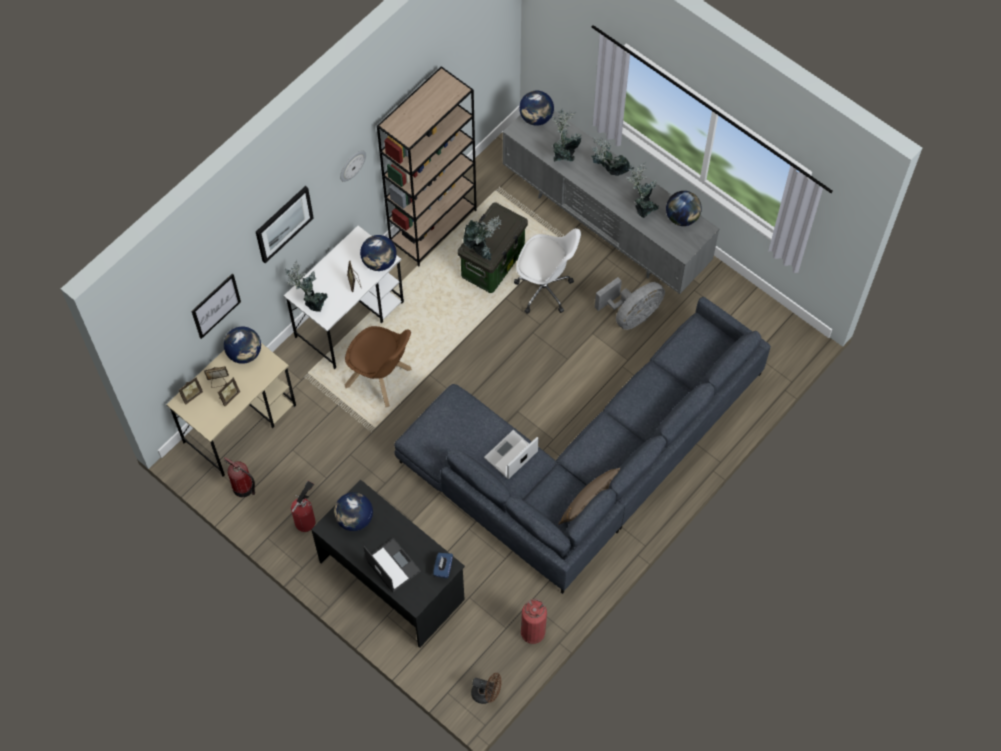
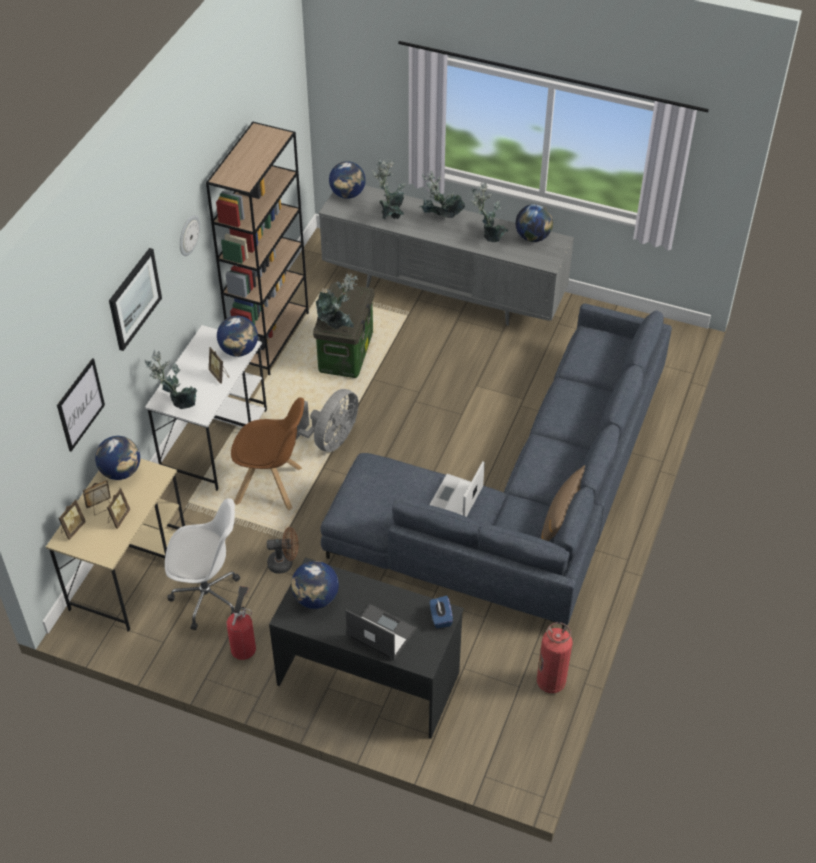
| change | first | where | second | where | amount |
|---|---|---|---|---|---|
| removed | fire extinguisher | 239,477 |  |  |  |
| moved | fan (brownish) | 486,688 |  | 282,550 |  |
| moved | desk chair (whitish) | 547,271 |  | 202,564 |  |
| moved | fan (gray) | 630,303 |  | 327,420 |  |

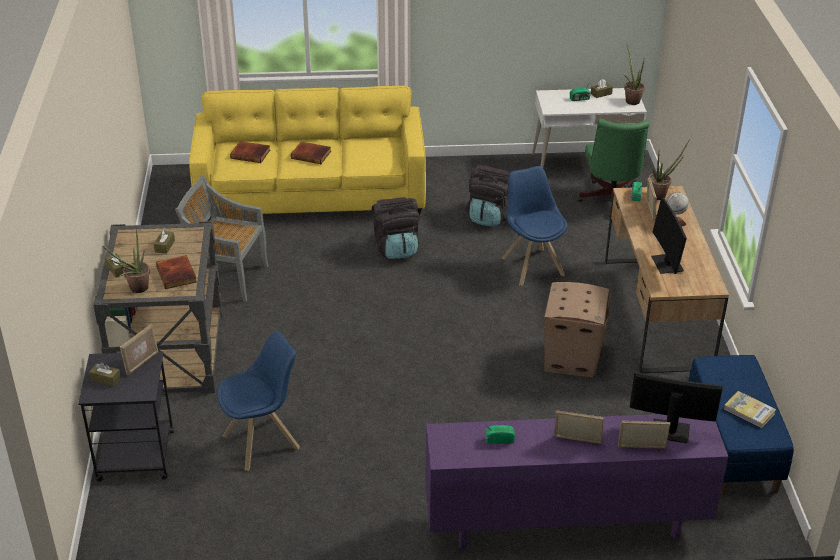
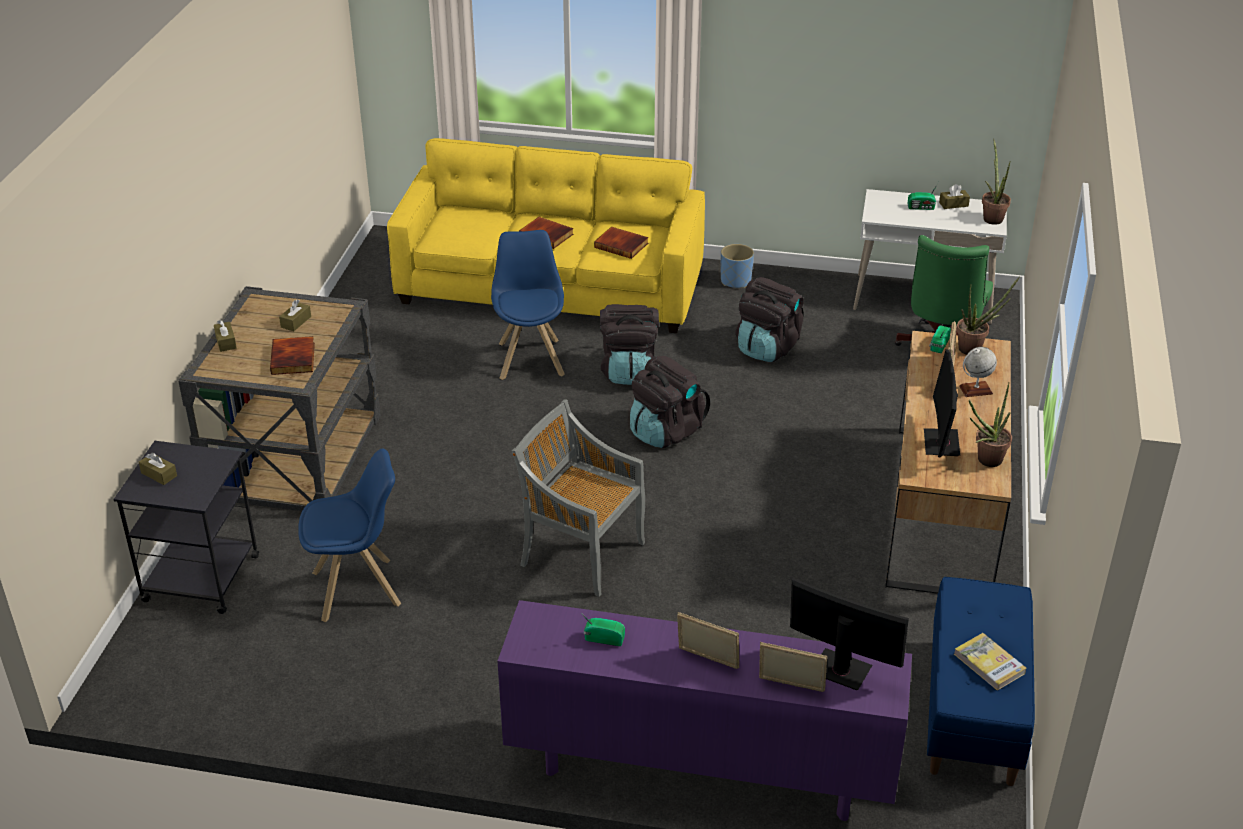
| change | first | where | second | where | amount |
|---|---|---|---|---|---|
| removed | photo frame | 139,350 |  |  |  |
| removed | cardboard box | 577,330 |  |  |  |
| added |  |  | backpack (black) | 670,402 |  |
| added |  |  | flower pot (blue-coloured) | 737,266 |  |
| moved | potted plant | 126,261 |  | 990,424 |  |
| moved | chair (gray) | 221,238 |  | 578,498 |  |
| moved | bound book | 250,152 |  | 621,243 |  |
| moved | chair (blue-coloured) | 534,226 |  | 528,305 |  |

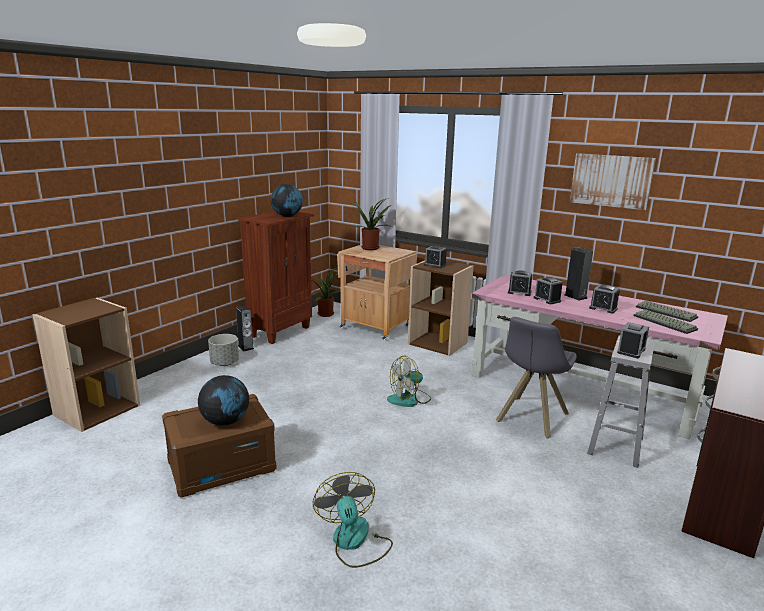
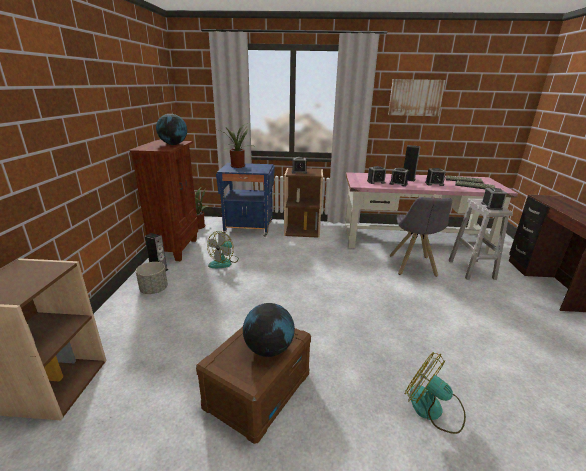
| change | first | where | second | where | amount |
|---|---|---|---|---|---|
| moved | fan | 409,381 |  | 223,249 |  |
| recoloured | trolley (brownish) | 377,292 | trolley (blue-coloured) | 245,200 |  |

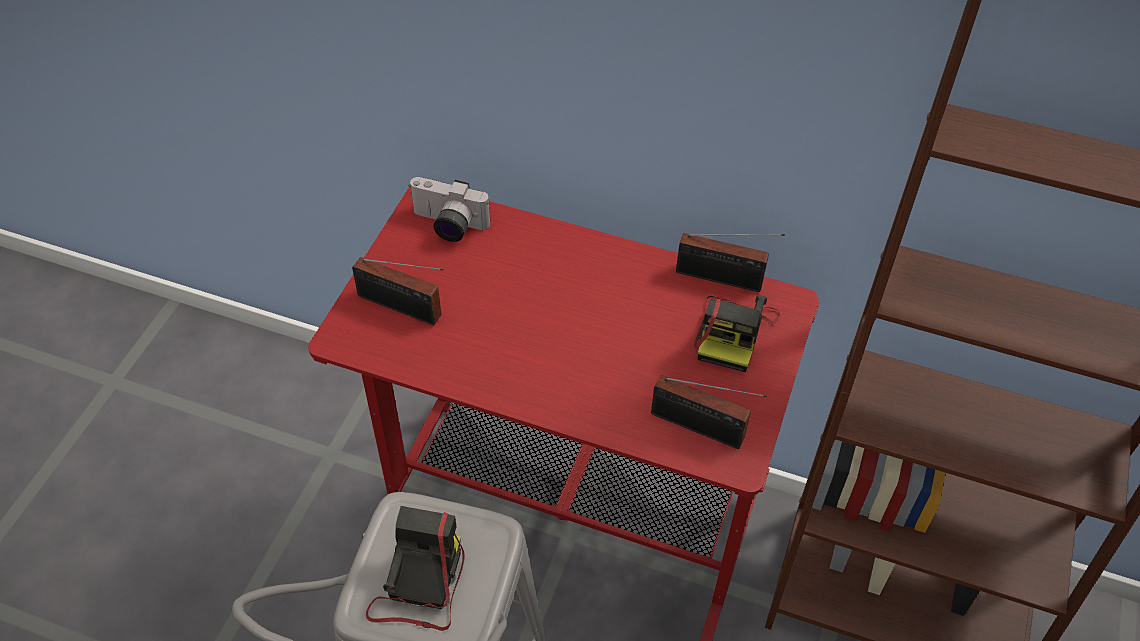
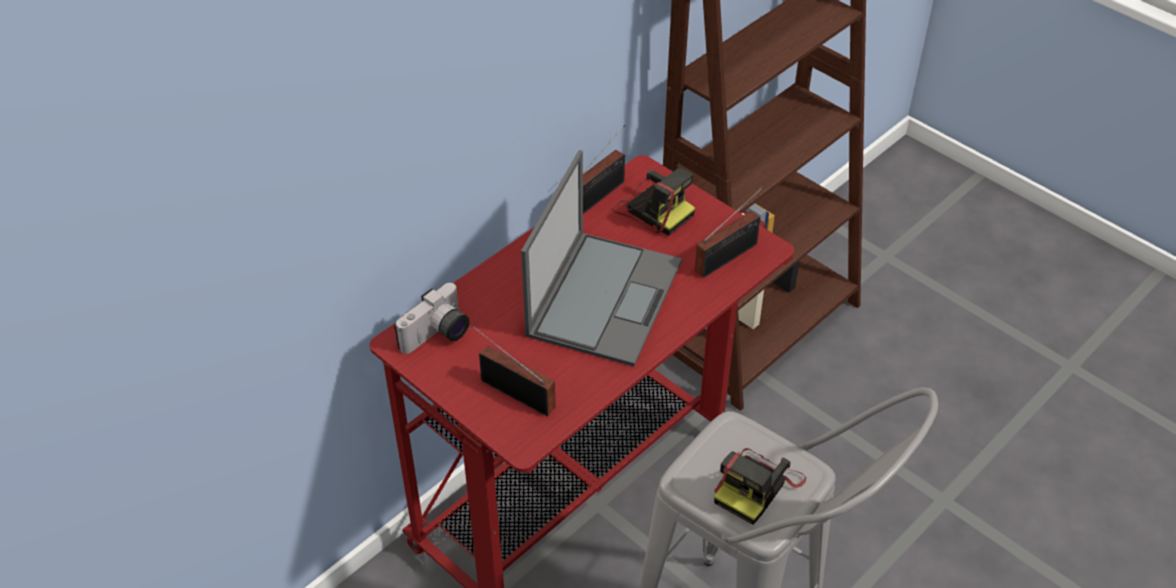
| change | first | where | second | where | amount |
|---|---|---|---|---|---|
| added |  |  | portable computer | 601,258 |  |
| turned | radio receiver | 398,291 |  | 513,370 | 105 degrees counterclockwise |
| turned | photo camera | 415,568 |  | 760,486 | 90 degrees counterclockwise |

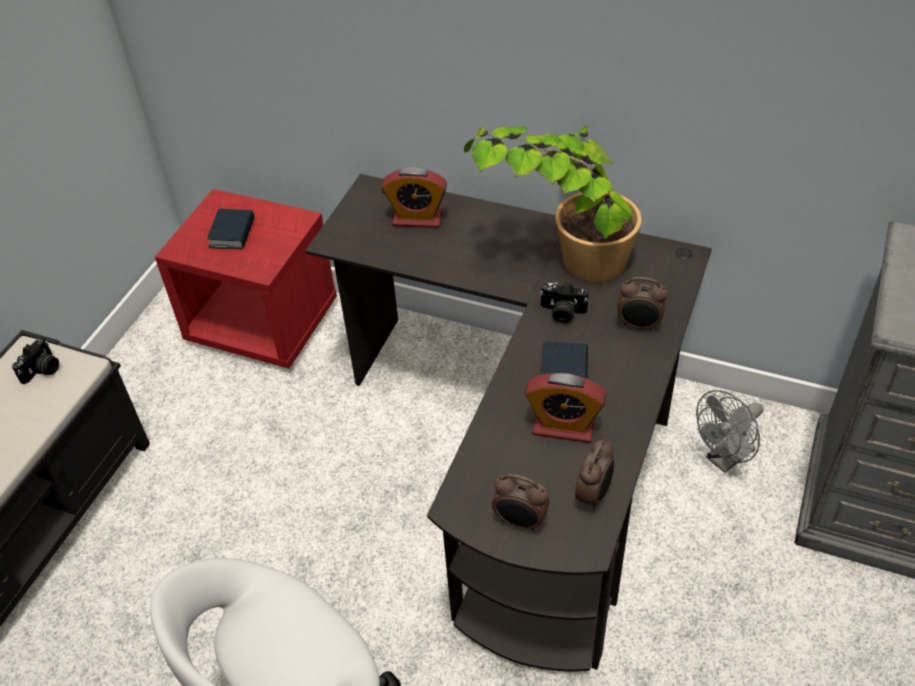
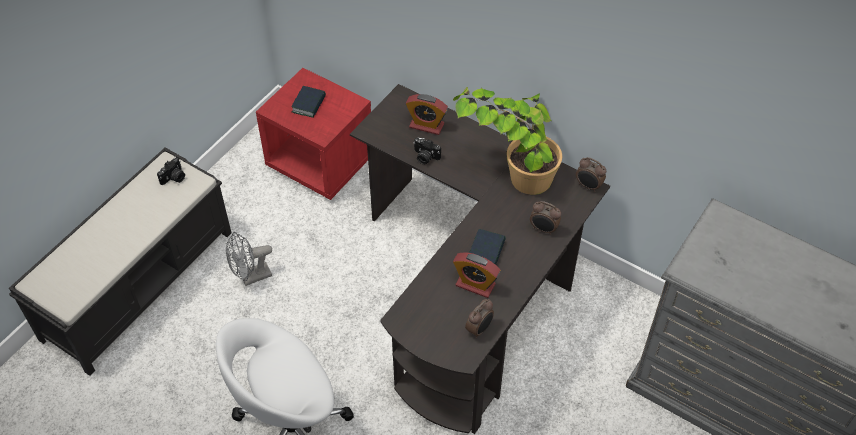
| change | first | where | second | where | amount |
|---|---|---|---|---|---|
| moved | alarm clock | 520,503 |  | 591,174 |  |
| moved | photo camera | 564,303 |  | 427,151 |  |
| moved | fan (gray) | 729,431 |  | 249,259 |  |

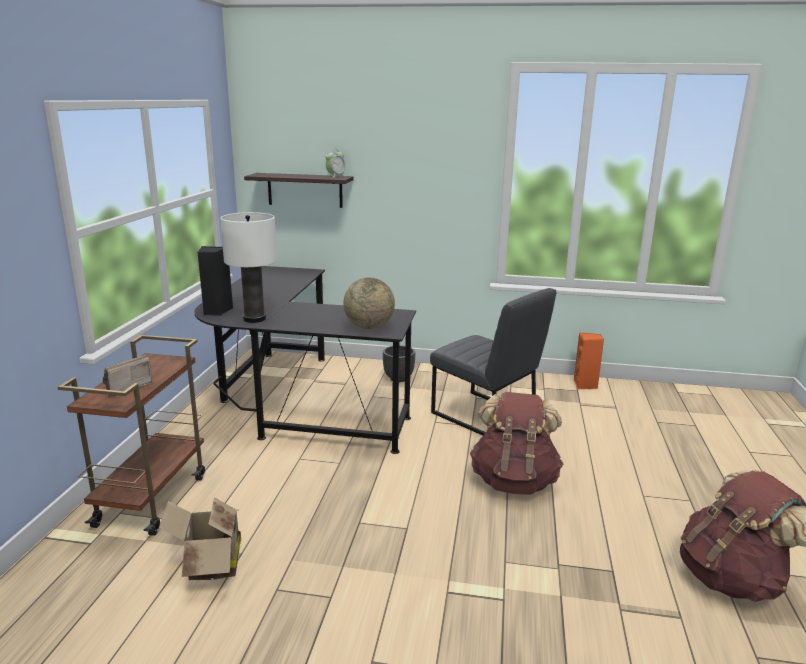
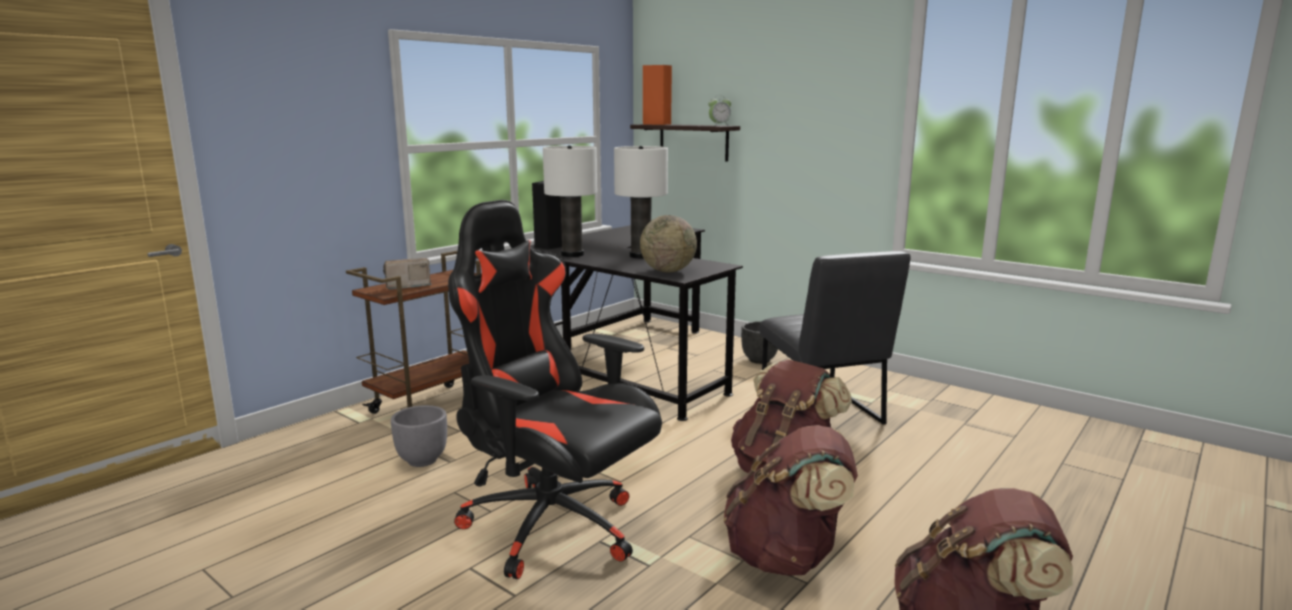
| change | first | where | second | where | amount |
|---|---|---|---|---|---|
| added |  |  | desk chair (black) | 555,389 |  |
| added |  |  | table lamp (whitish) | 641,202 |  |
| added |  |  | backpack (brownish) | 791,500 |  |
| moved | audio speaker (orange-coloured) | 589,361 |  | 657,95 |  |
| replaced | cardboard box | 200,538 | flower pot (gray) | 419,436 |  |

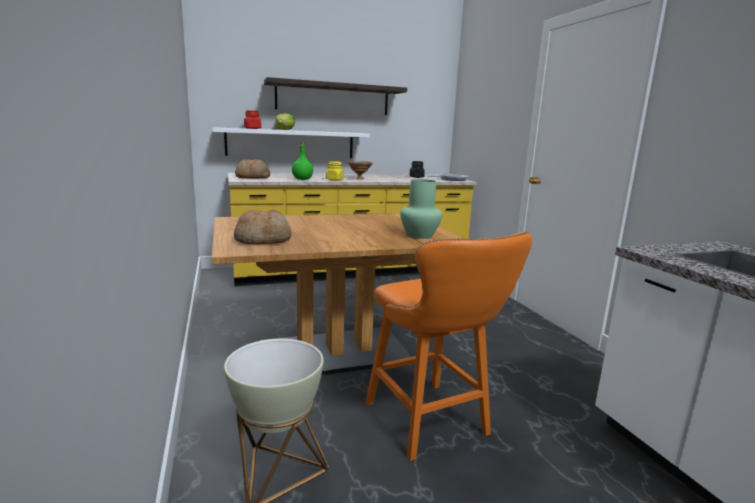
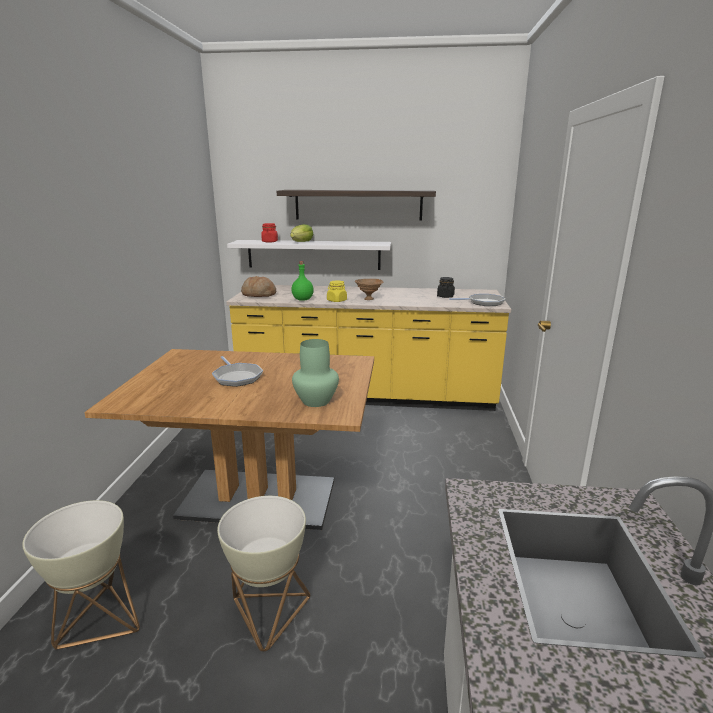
| change | first | where | second | where | amount |
|---|---|---|---|---|---|
| removed | baked bread | 262,226 |  |  |  |
| added |  |  | frying pan | 237,371 |  |
| replaced | stool seat (orange-coloured) | 448,346 | flower pot | 263,573 |  |

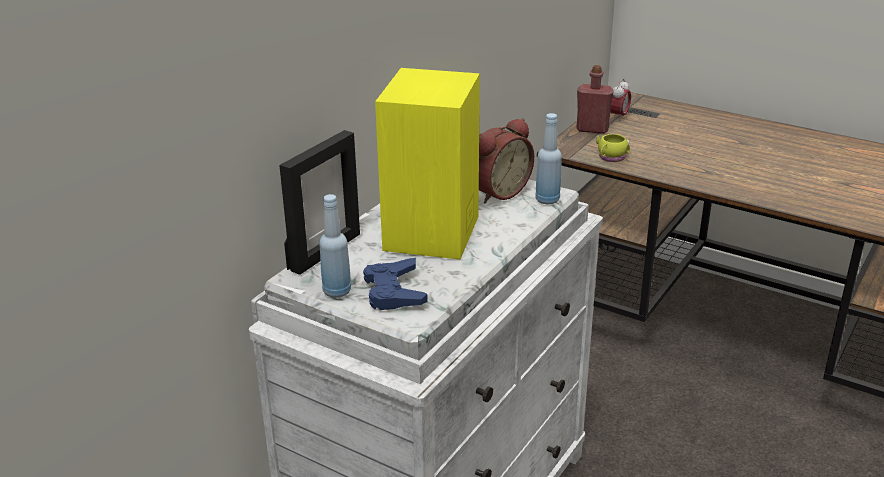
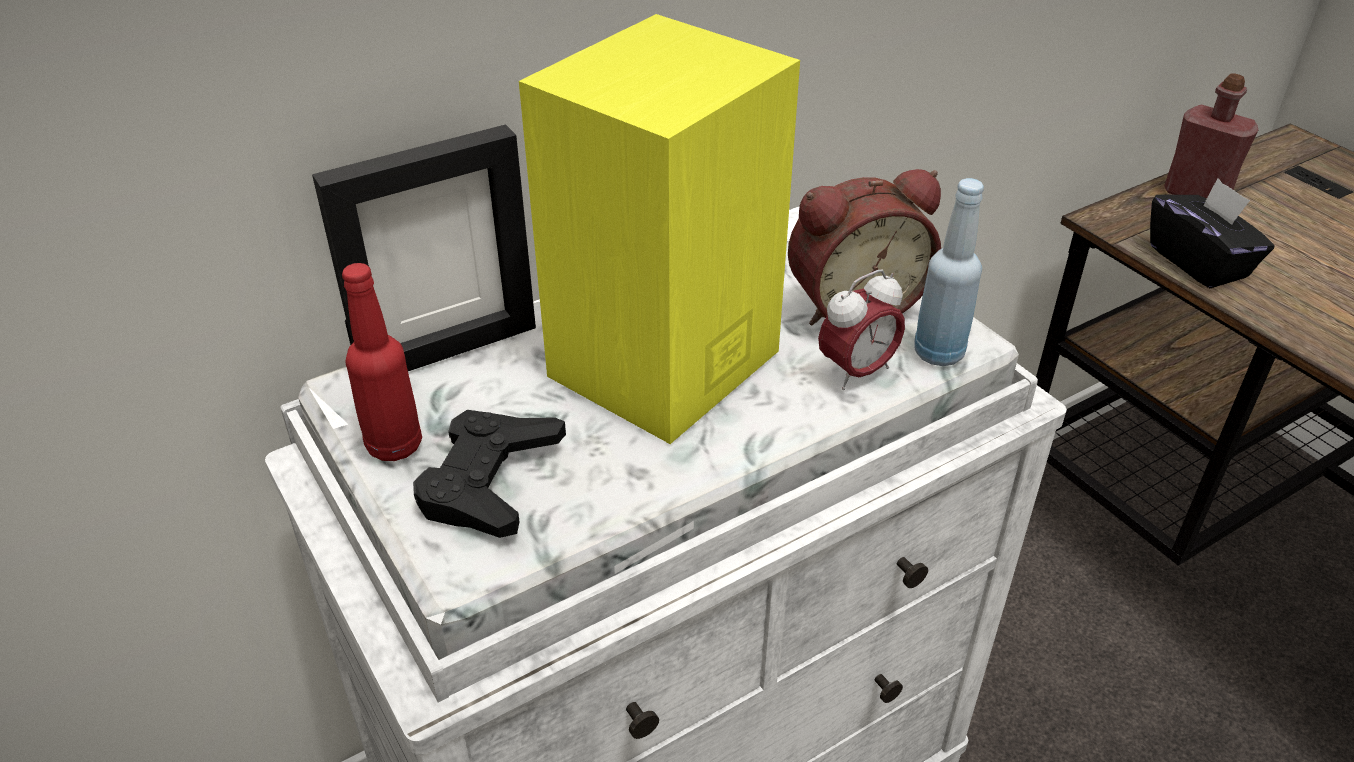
| change | first | where | second | where | amount |
|---|---|---|---|---|---|
| moved | alarm clock | 620,100 |  | 861,329 |  |
| replaced | coffee mug (yellowish) | 613,148 | tissue holder (black) | 1212,233 |  |
| recoloured | bottle (blue-coloured) | 335,246 | bottle (red-coloured) | 382,362 |  |
| recoloured | game controller (blue-coloured) | 395,284 | game controller (black) | 489,474 |  |

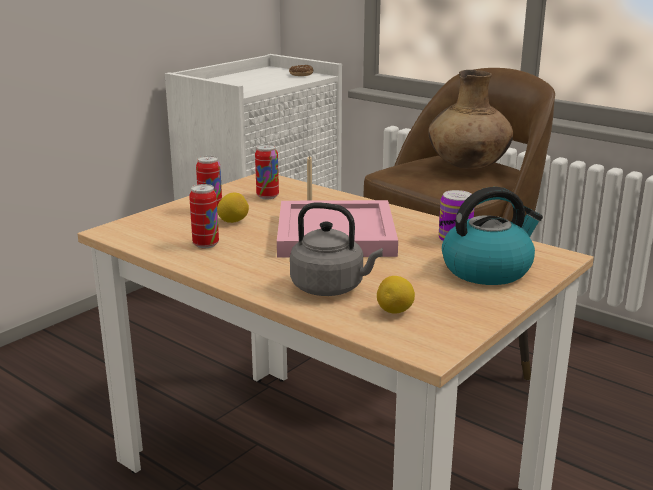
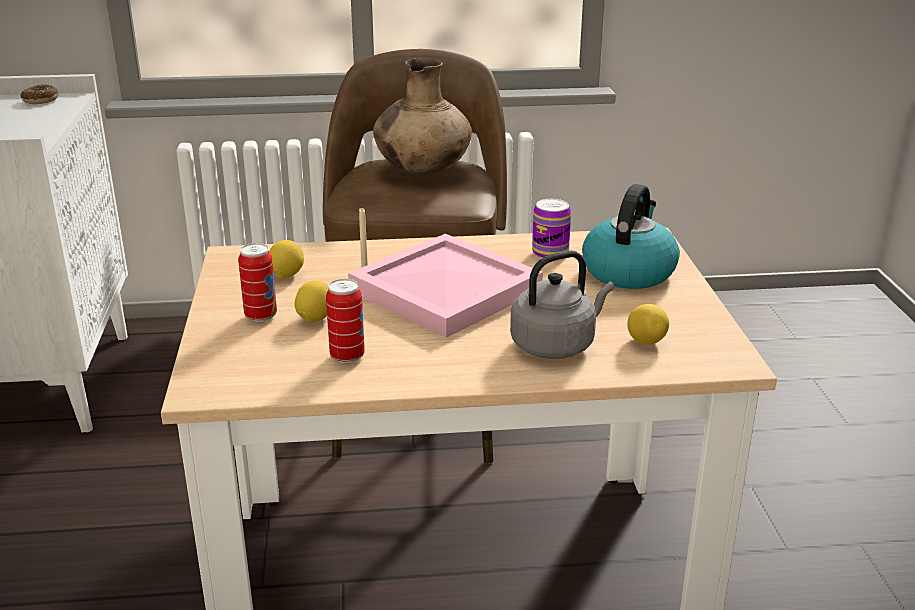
| change | first | where | second | where | amount |
|---|---|---|---|---|---|
| replaced | metal can | 267,171 | whole lemon | 286,259 |  |

